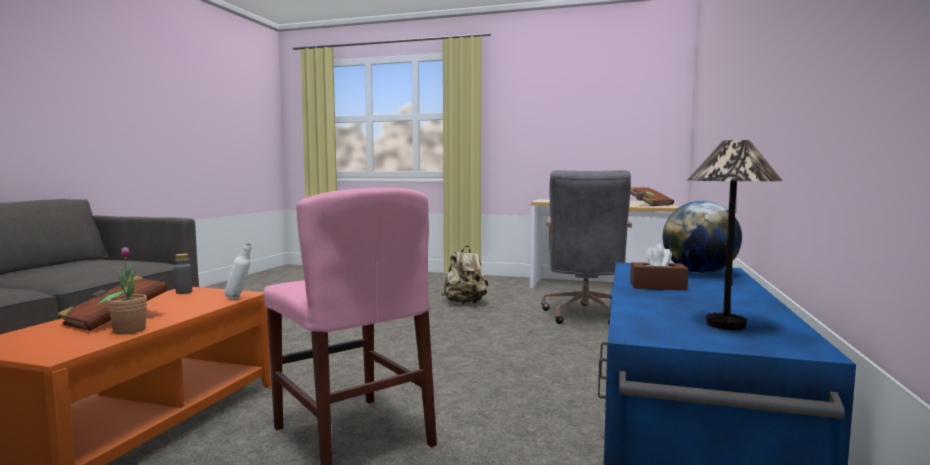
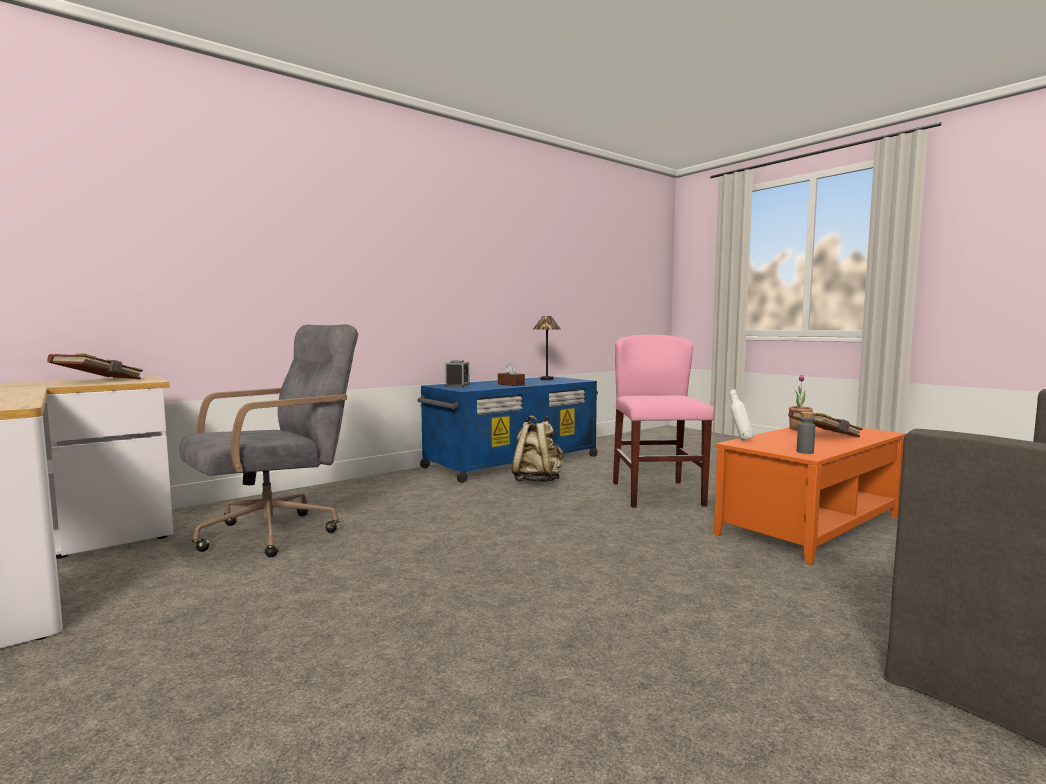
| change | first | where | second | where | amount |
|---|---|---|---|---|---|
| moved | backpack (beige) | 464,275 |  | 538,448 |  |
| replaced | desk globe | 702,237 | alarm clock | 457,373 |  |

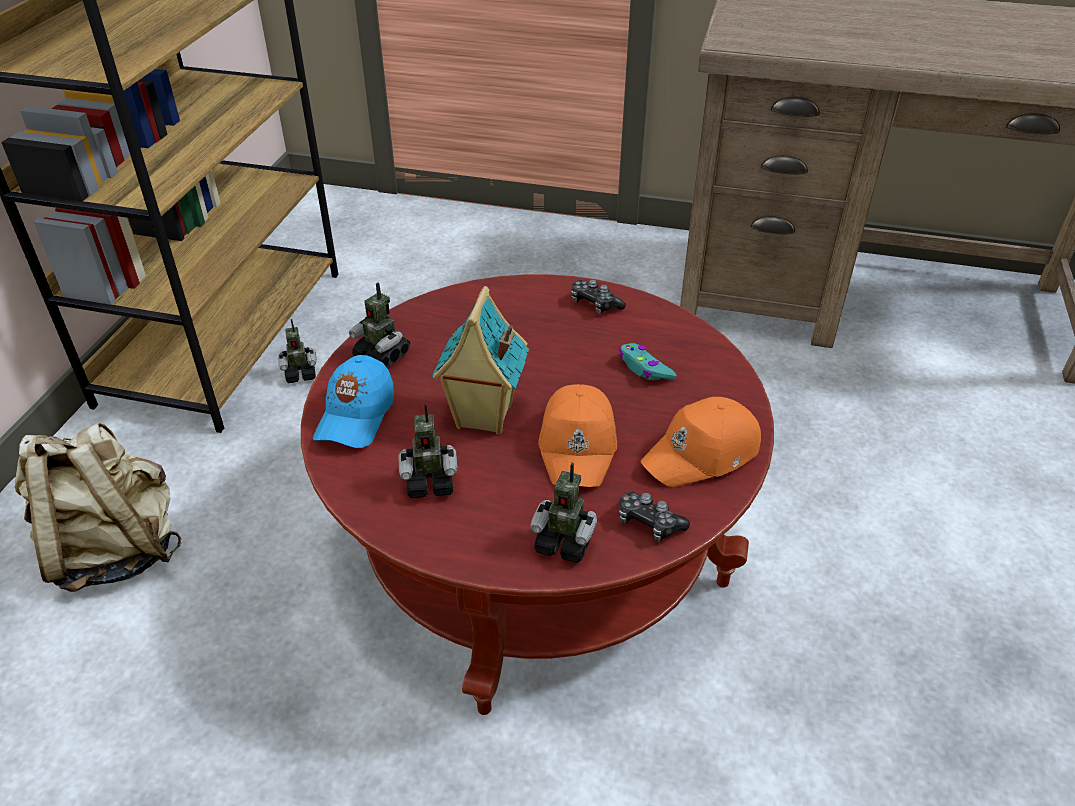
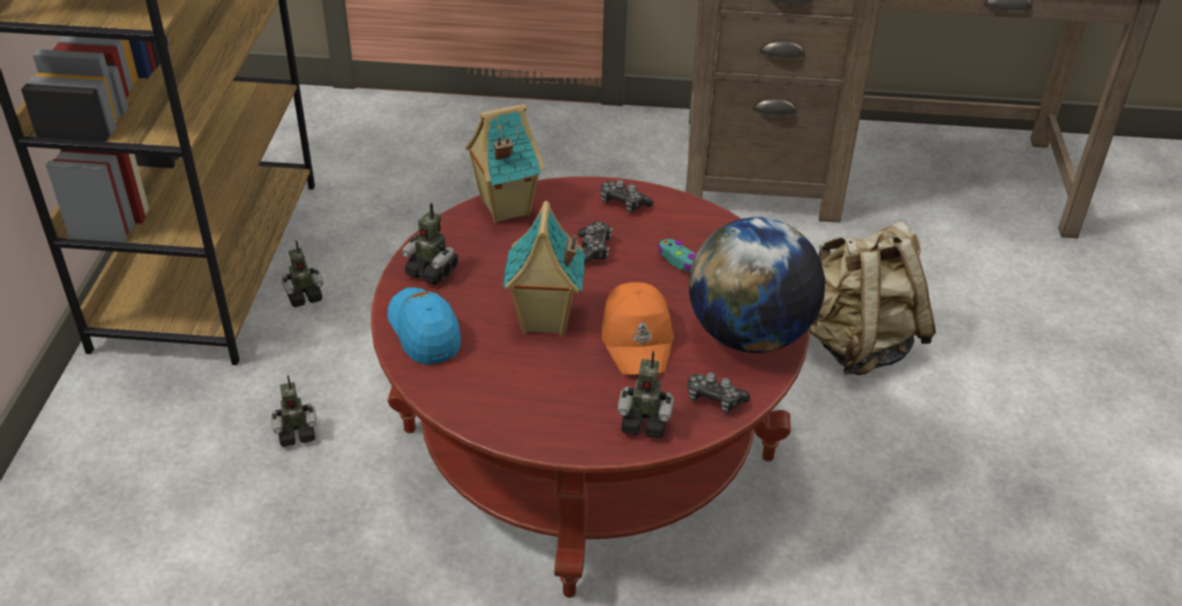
| change | first | where | second | where | amount |
|---|---|---|---|---|---|
| added |  |  | toy house | 505,163 |  |
| added |  |  | game controller | 595,242 |  |
| moved | backpack (beige) | 98,507 |  | 873,298 |  |
| moved | model robot | 428,450 |  | 293,411 |  |
| replaced | cap (orange-coloured) | 701,442 | desk globe | 756,285 |  |
| turned | cap (blue-coloured) | 353,401 |  | 424,326 | 150 degrees clockwise |

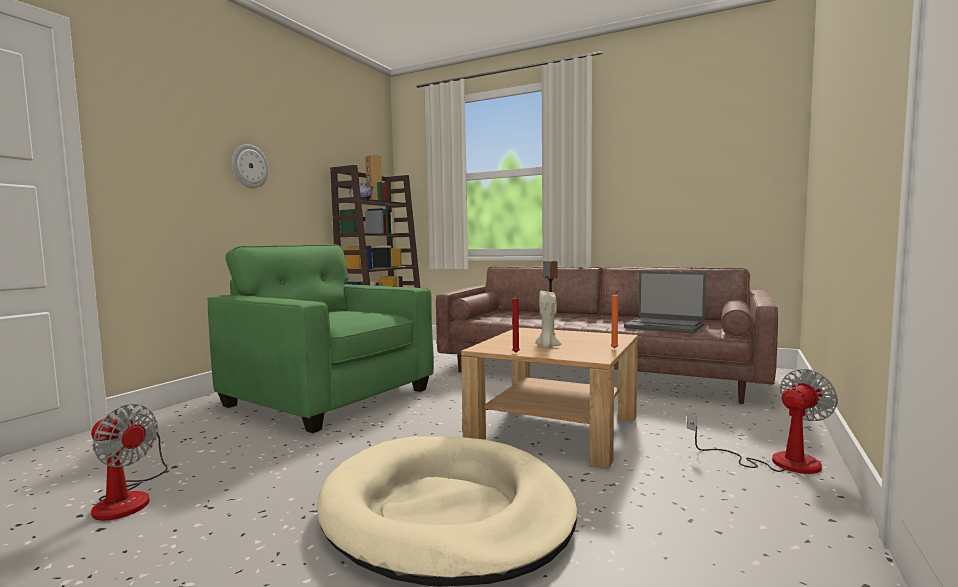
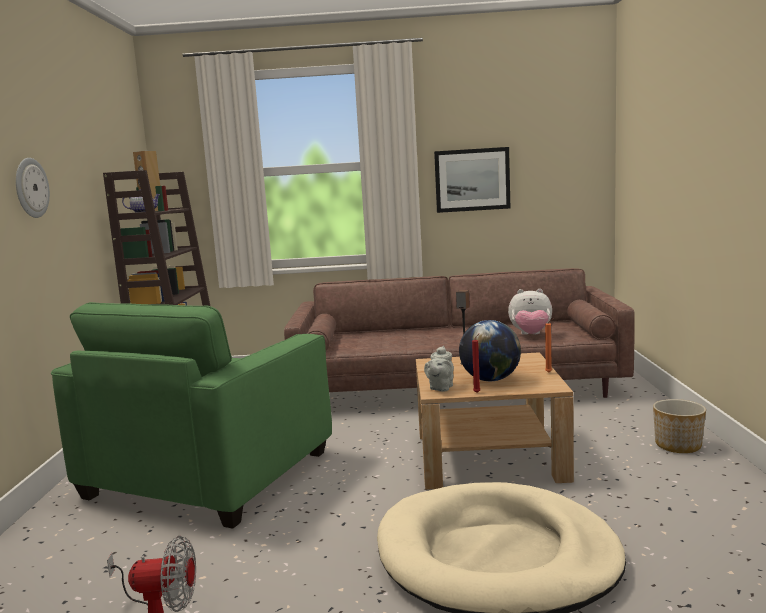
| change | first | where | second | where | amount |
|---|---|---|---|---|---|
| added |  |  | teapot (gray) | 439,369 |  |
| added |  |  | wall art | 472,180 |  |
| replaced | wax light (beige) | 548,319 | desk globe | 490,350 |  |
| replaced | portable computer | 665,302 | cuddly toy | 530,312 |  |
| replaced | fan | 762,421 | flower pot | 679,426 |  |
| turned | armchair (greenish) | 320,338 |  | 191,415 | 75 degrees counterclockwise |

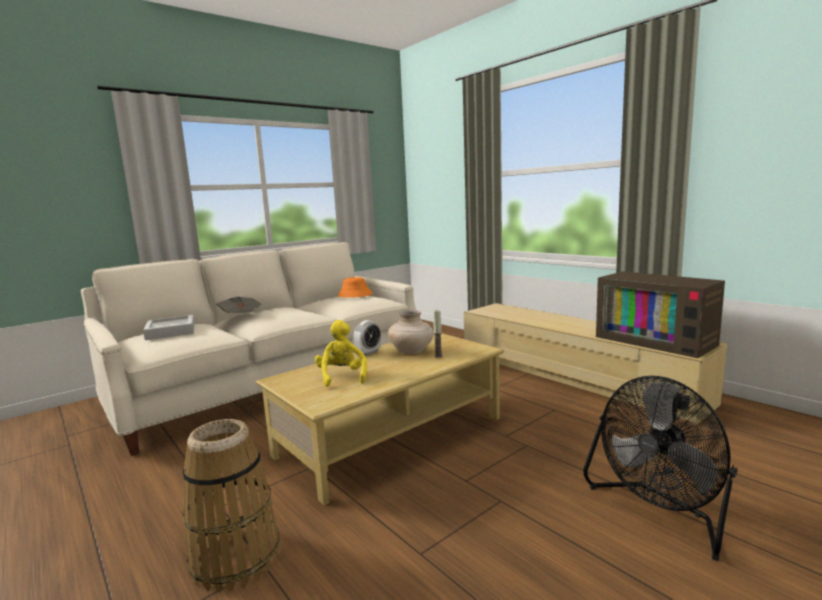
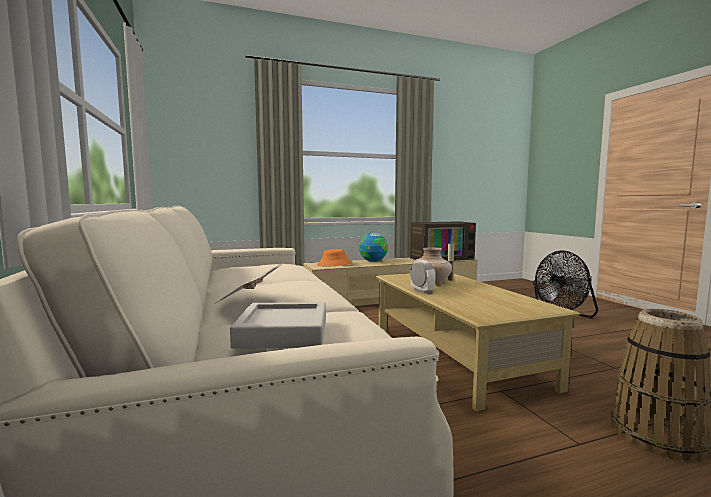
| change | first | where | second | where | amount |
|---|---|---|---|---|---|
| removed | cuddly toy (yellowish) | 341,353 |  |  |  |
| added |  |  | desk globe | 373,247 |  |
| moved | clothing hat (orange-coloured) | 355,287 |  | 334,257 |  |

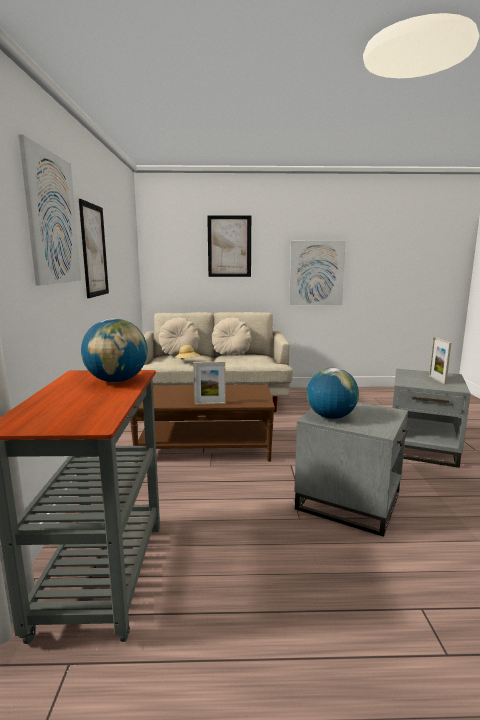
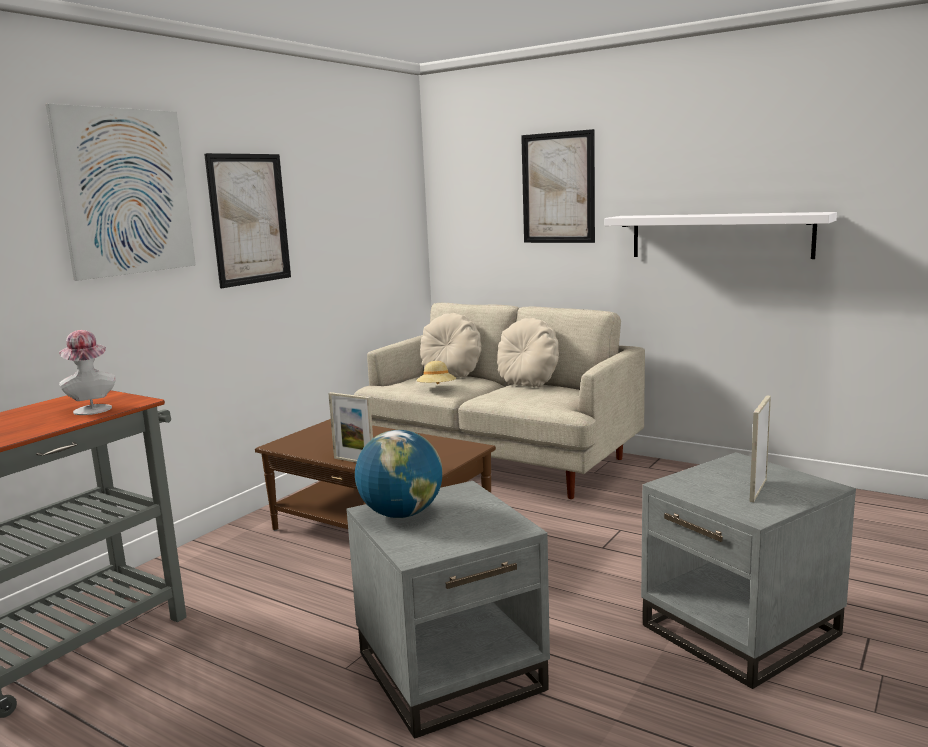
| change | first | where | second | where | amount |
|---|---|---|---|---|---|
| replaced | desk globe | 114,350 | clothing hat | 87,372 |  |
| replaced | wall art | 317,273 | shelf (whitish) | 720,235 |  |

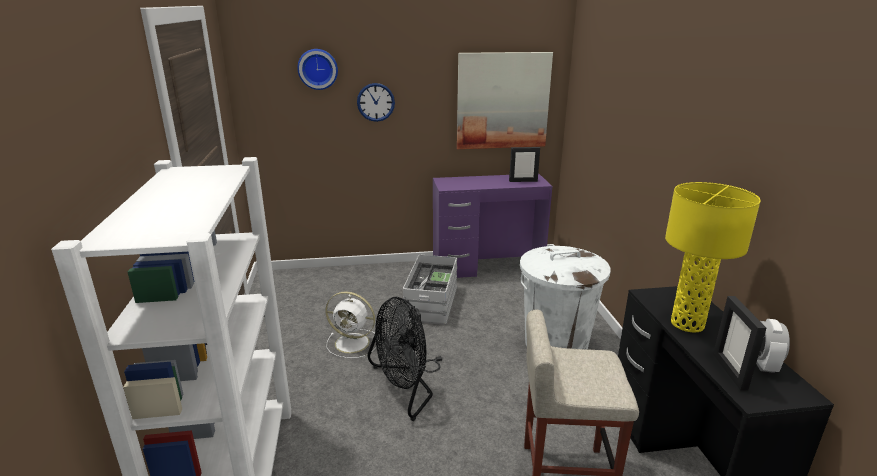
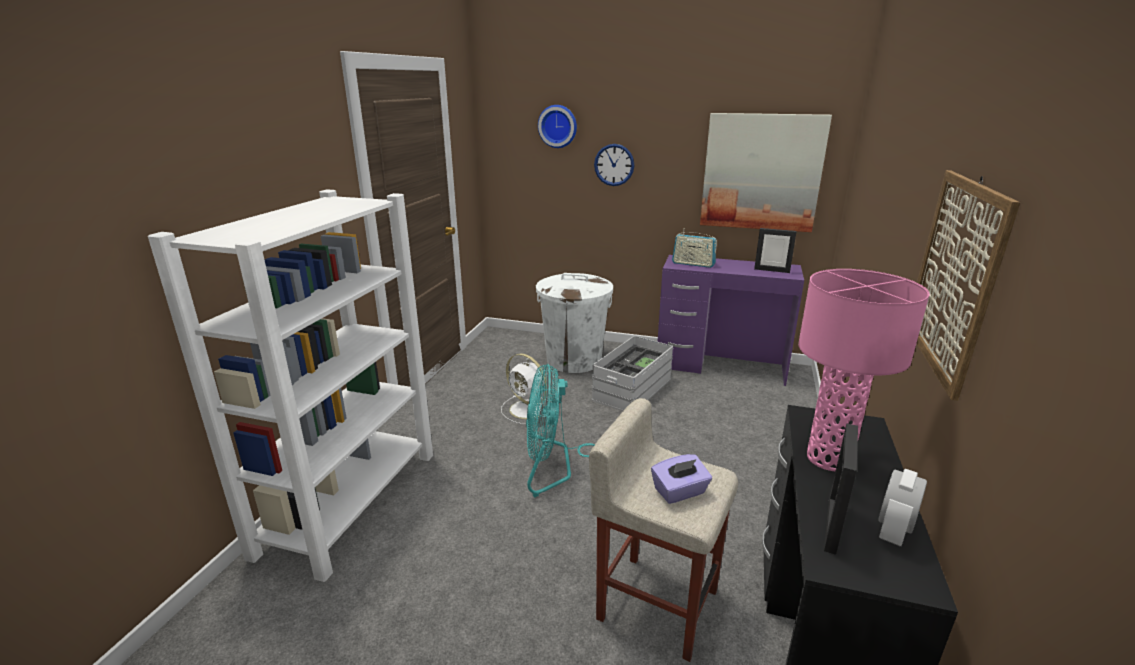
| change | first | where | second | where | amount |
|---|---|---|---|---|---|
| added |  |  | tissue holder (purplish) | 681,479 |  |
| added |  |  | radio receiver | 694,249 |  |
| added |  |  | wall art | 968,285 |  |
| moved | rubbish bin (whitish) | 565,298 |  | 574,323 |  |
| recoloured | fan (black) | 405,359 | fan (turquoise-coloured) | 560,430 |  |
| recoloured | table lamp (yellowish) | 713,257 | table lamp (pink-coloured) | 864,370 |  |

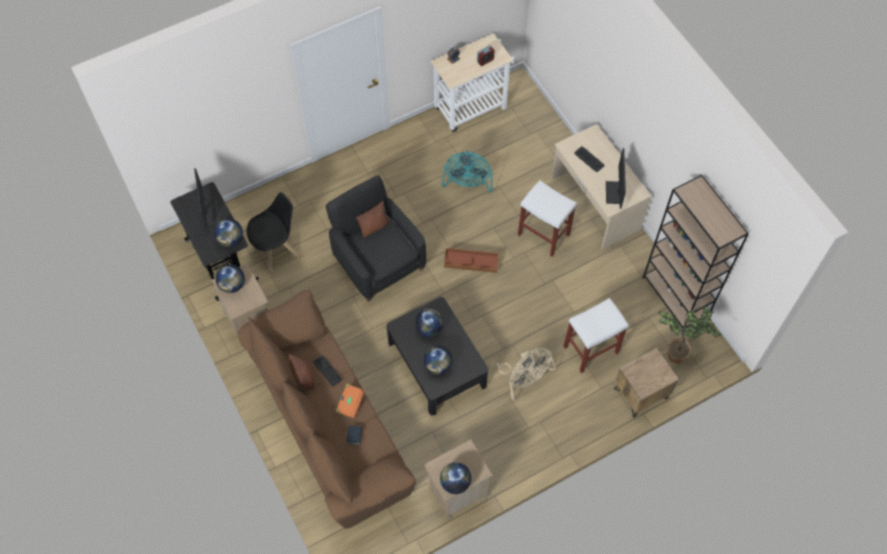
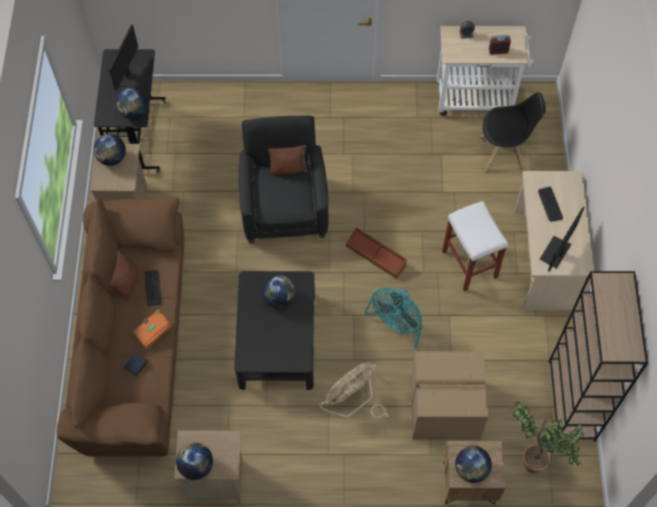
| change | first | where | second | where | amount |
|---|---|---|---|---|---|
| moved | chair (black) | 274,233 |  | 512,132 |  |
| moved | desk globe | 437,360 |  | 473,464 |  |
| moved | fan (turquoise-coloured) | 467,172 |  | 394,317 |  |
| replaced | stool seat (whitish) | 596,335 | cardboard box | 449,396 |  |
| turned | fan (beige) | 526,374 |  | 354,390 | 150 degrees clockwise |

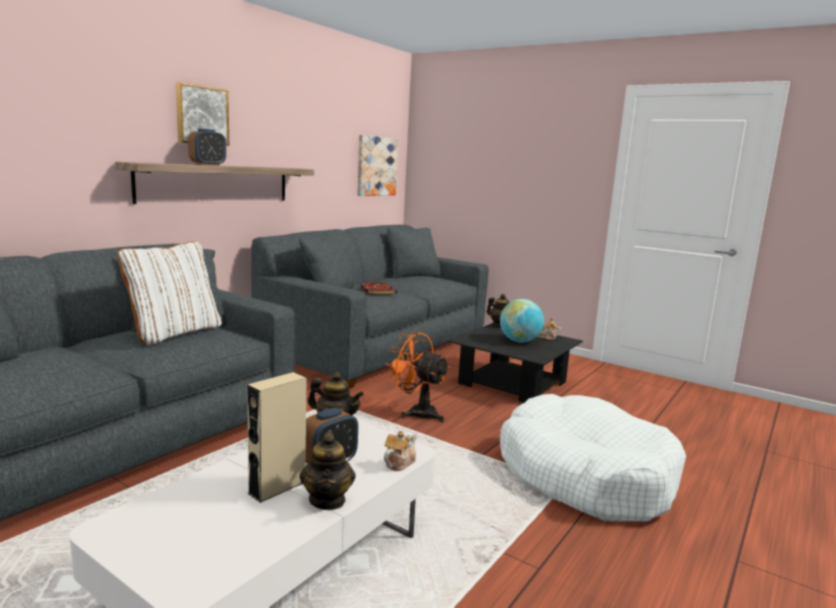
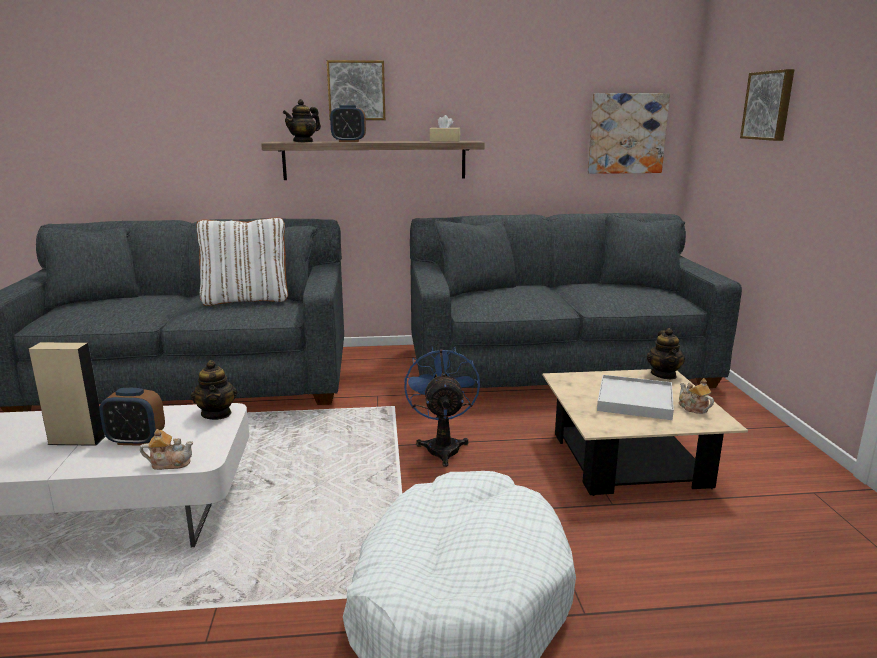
| change | first | where | second | where | amount |
|---|---|---|---|---|---|
| removed | bound book | 378,288 |  |  |  |
| added |  |  | tissue holder (beige) | 445,128 |  |
| added |  |  | wall art | 767,105 |  |
| moved | teapot | 328,471 |  | 302,120 |  |
| replaced | desk globe | 522,321 | tray (whitish) | 635,397 |  |
| recoloured | fan (orange-coloured) | 417,376 | fan (blue-coloured) | 442,406 |  |
| recoloured | coffee table (black) | 515,363 | coffee table (beige) | 645,432 |  |

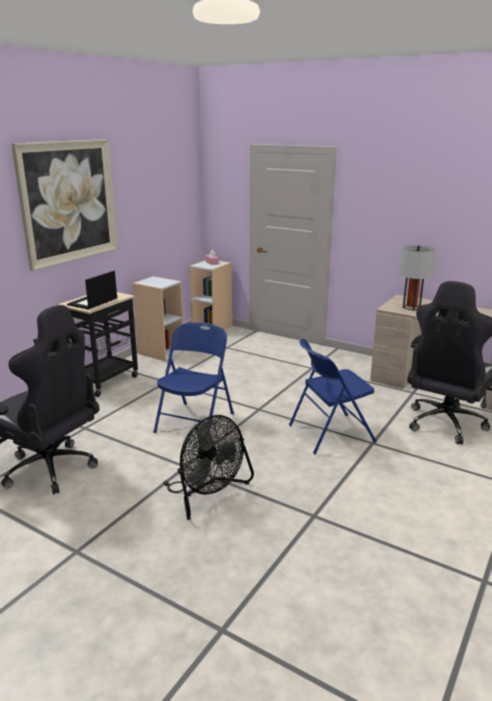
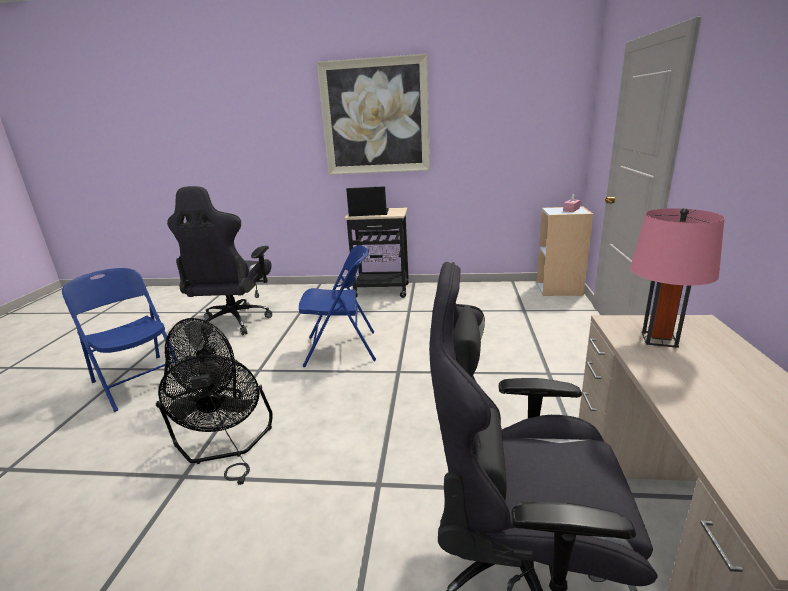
| change | first | where | second | where | amount |
|---|---|---|---|---|---|
| removed | bookcase | 158,318 |  |  |  |
| added |  |  | fan (black) | 214,420 |  |
| moved | chair (blue-coloured) | 333,396 |  | 124,340 |  |
| recoloured | table lamp (gray) | 416,278 | table lamp (pink-coloured) | 677,278 |  |

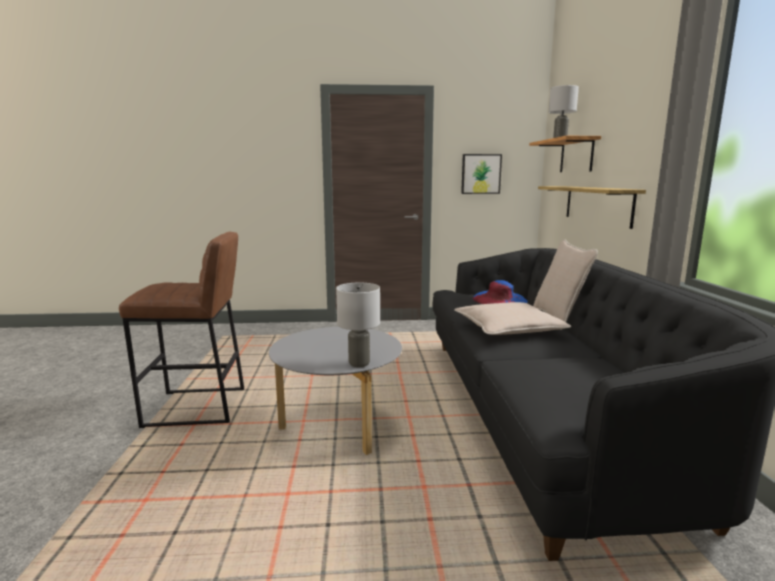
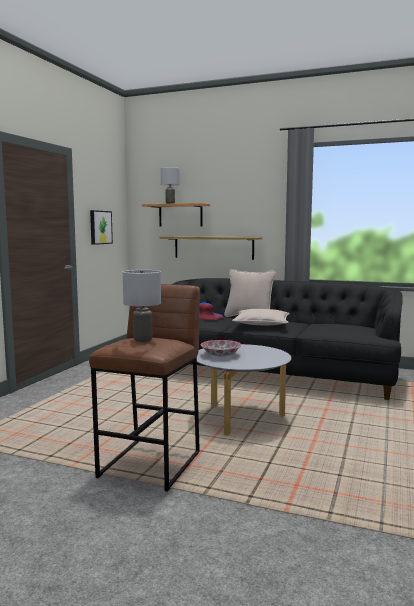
| change | first | where | second | where | amount |
|---|---|---|---|---|---|
| added |  |  | bowl | 221,348 |  |
| moved | table lamp (whitish) | 358,325 |  | 142,306 |  |

